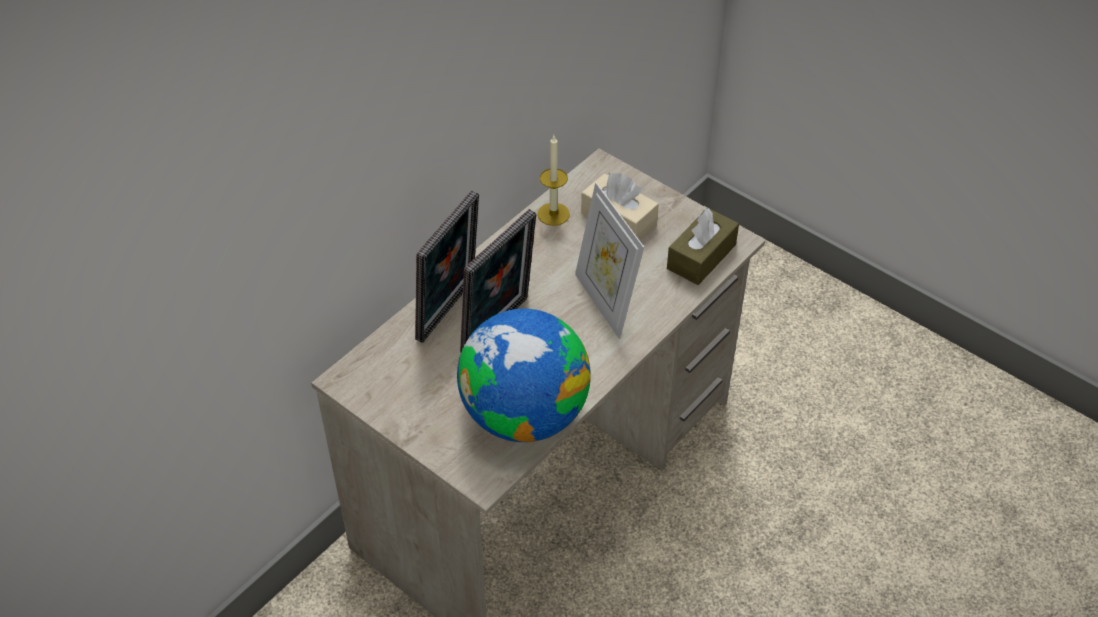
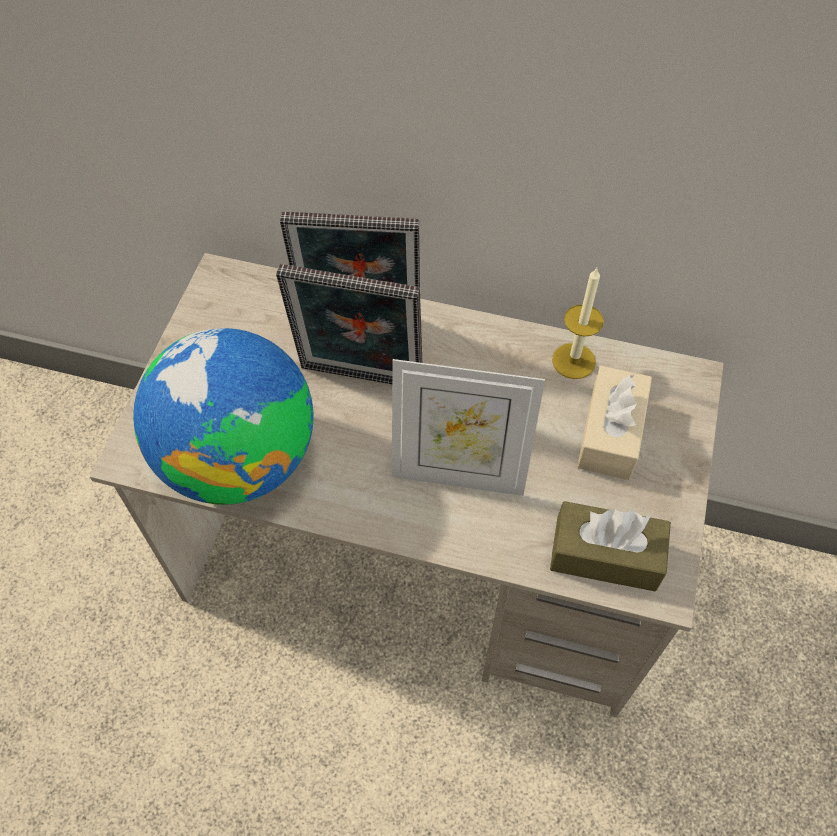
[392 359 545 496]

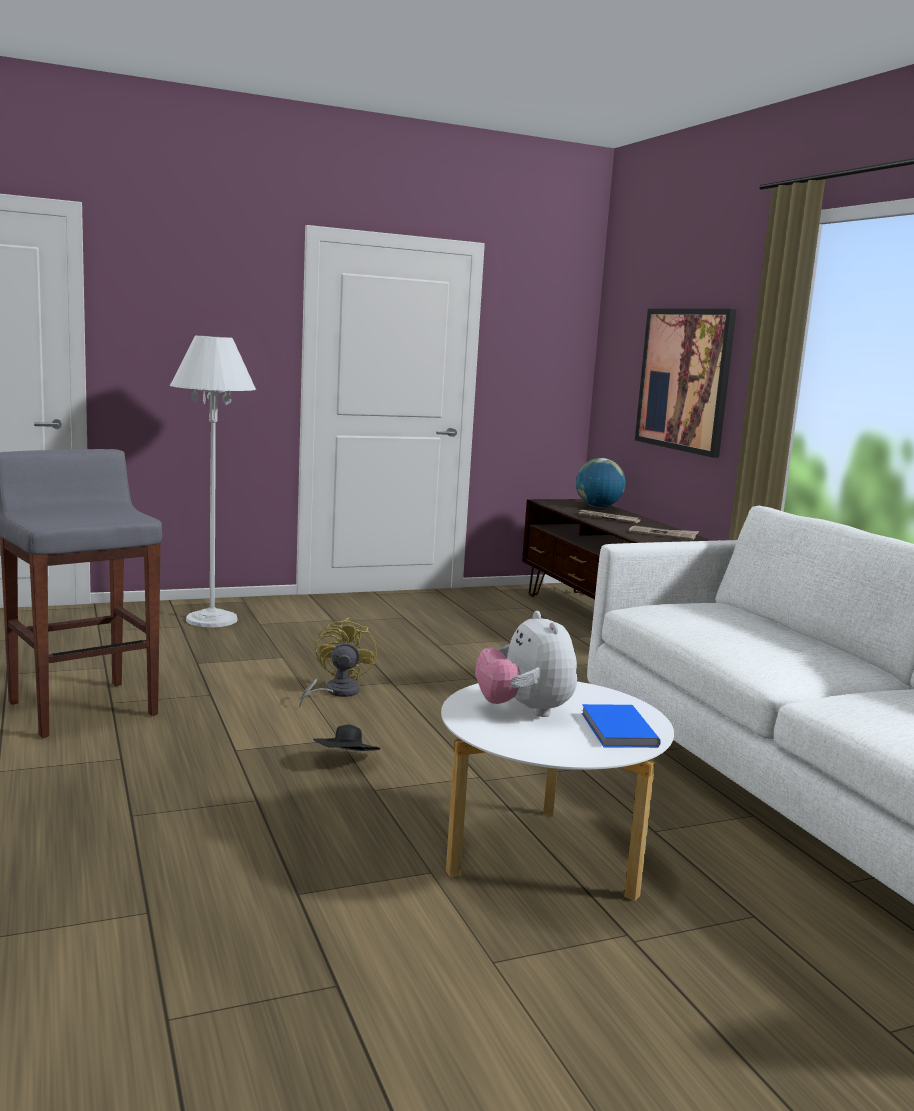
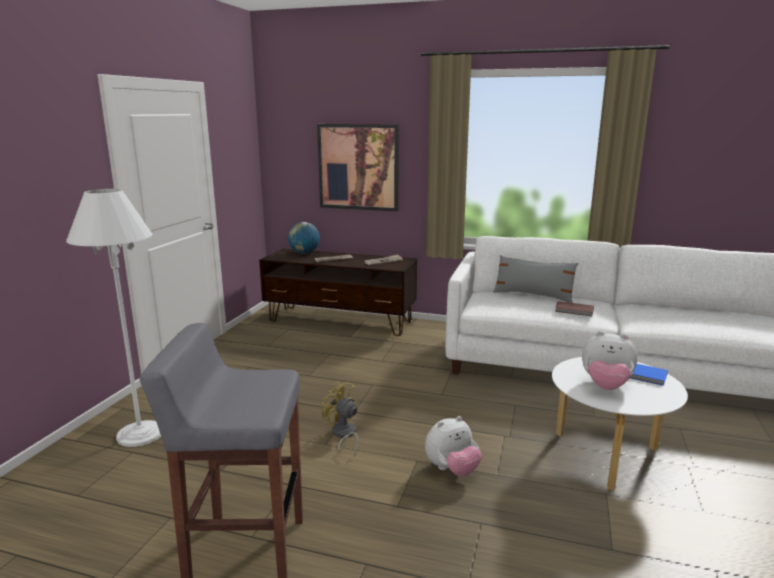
[493 255 578 303]
[555 301 594 316]
[425 416 482 476]

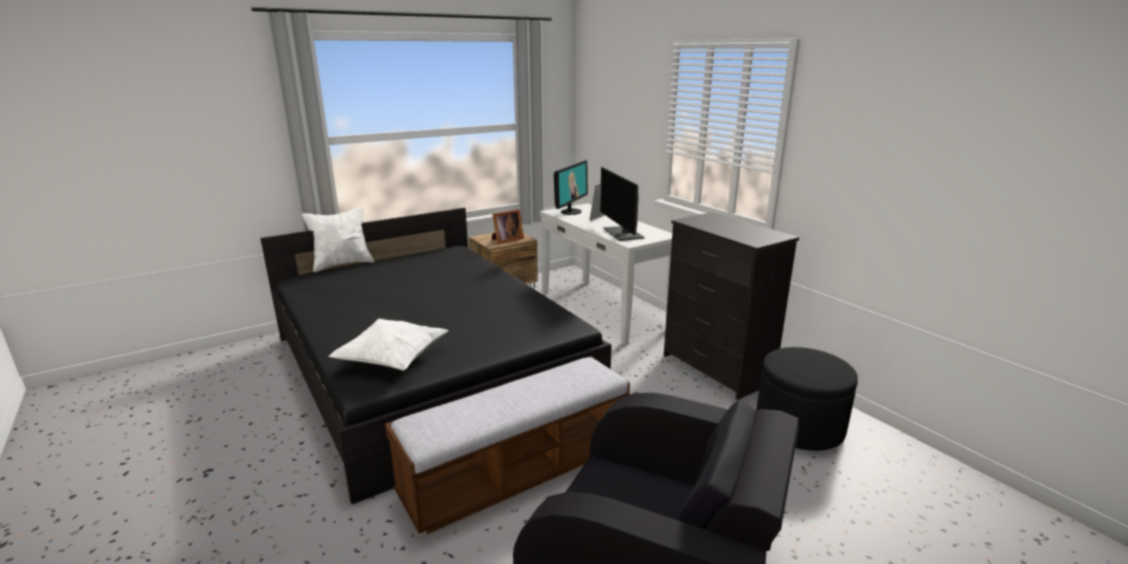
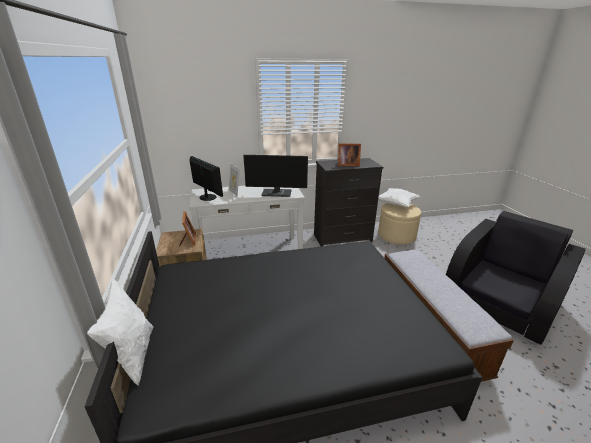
[338 144 361 166]
[378 188 420 207]
[378 203 421 244]

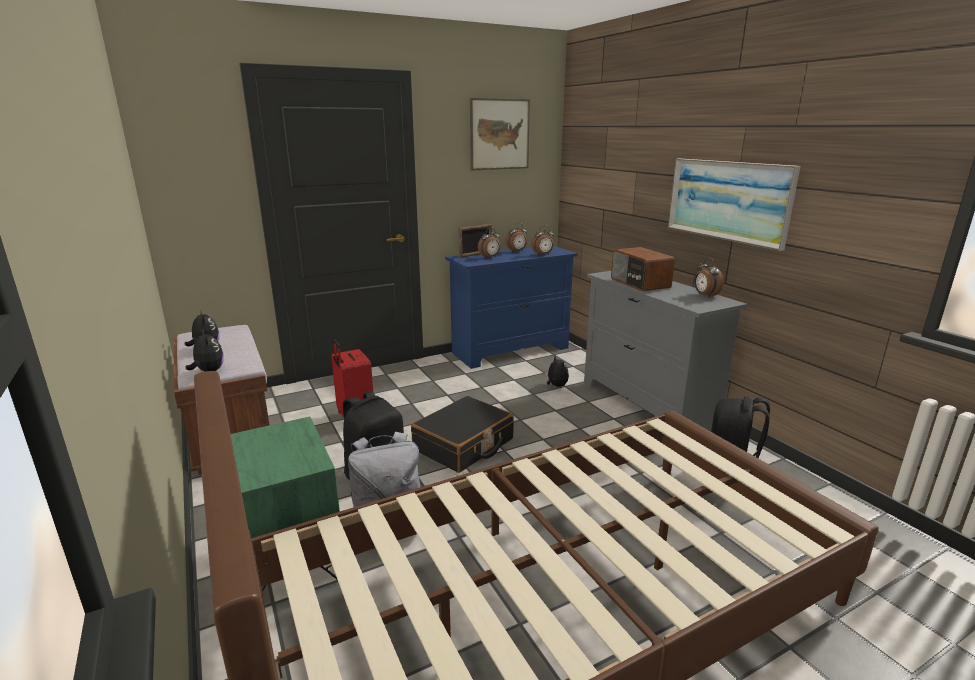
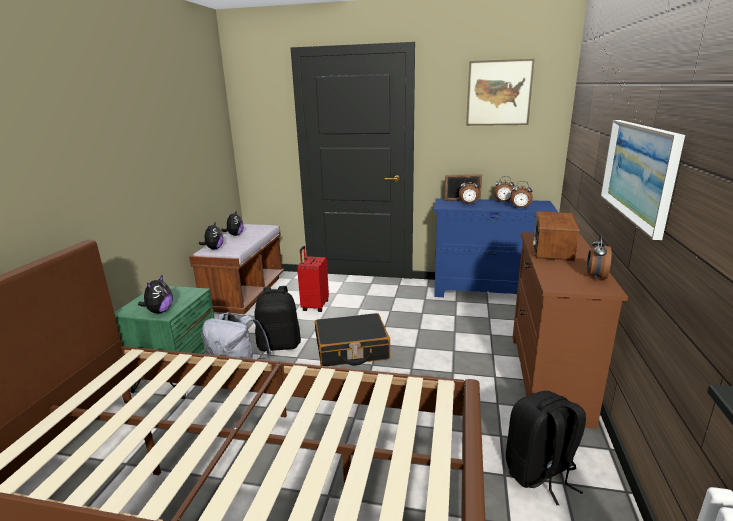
[138 274 173 313]
[513 232 628 429]

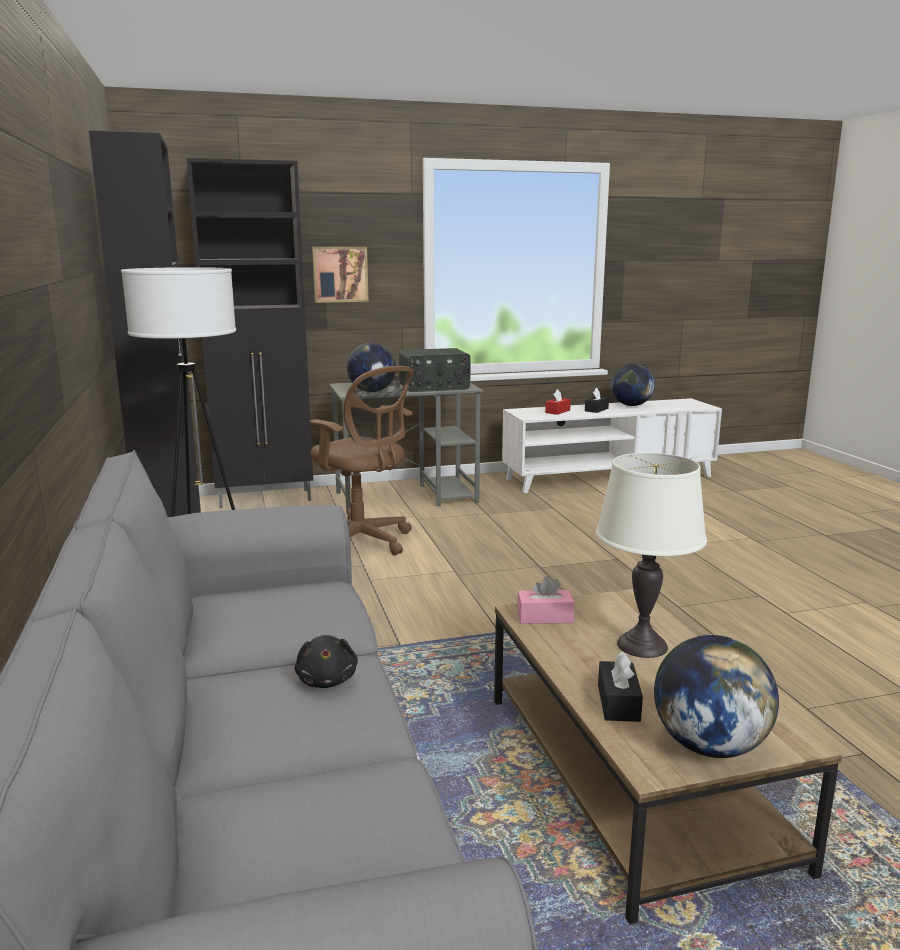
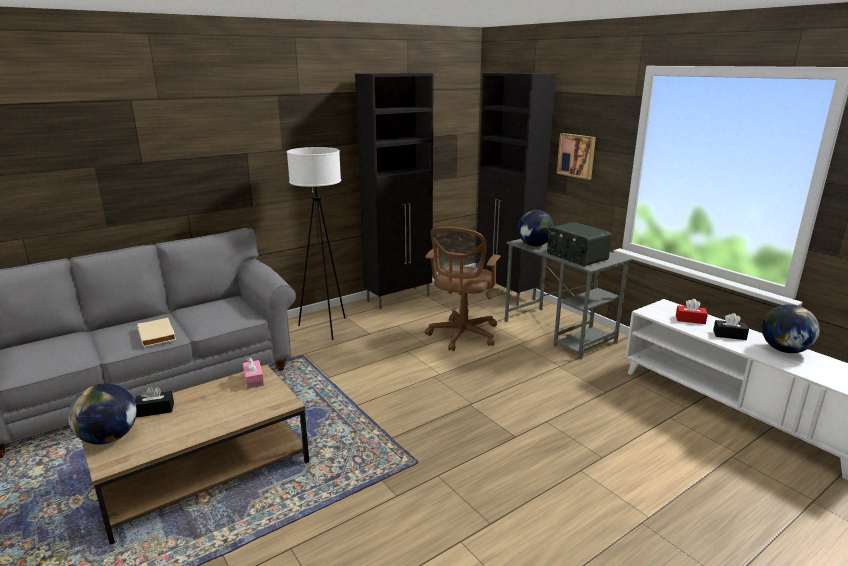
[596 453 707 658] (first image)
[137 318 176 347]

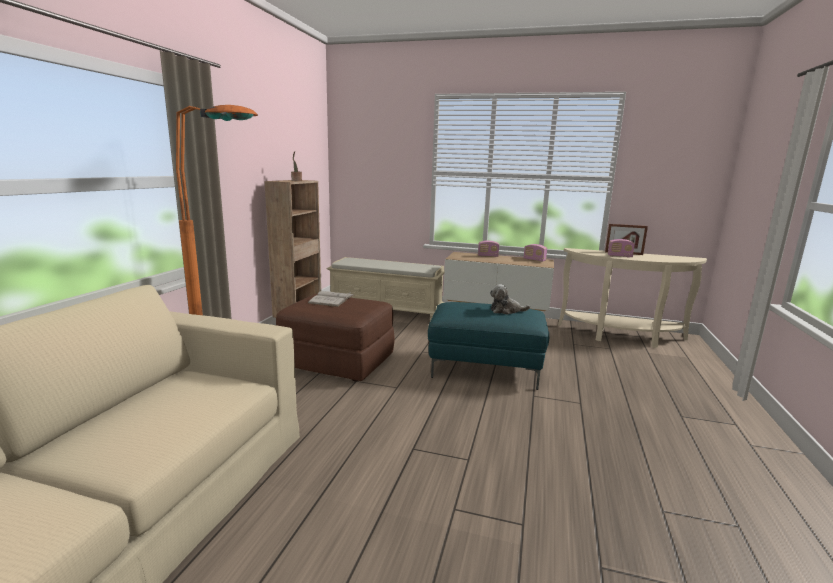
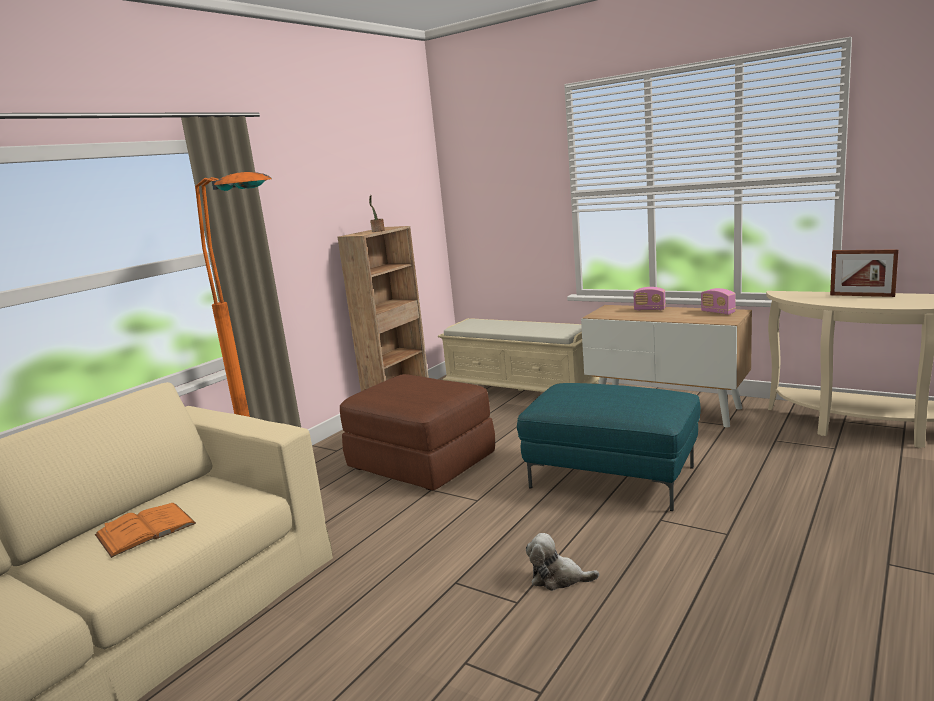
[307 291 354 307] (first image)
[608 239 635 258] (first image)
[95 503 196 558]
[526 533 599 591]

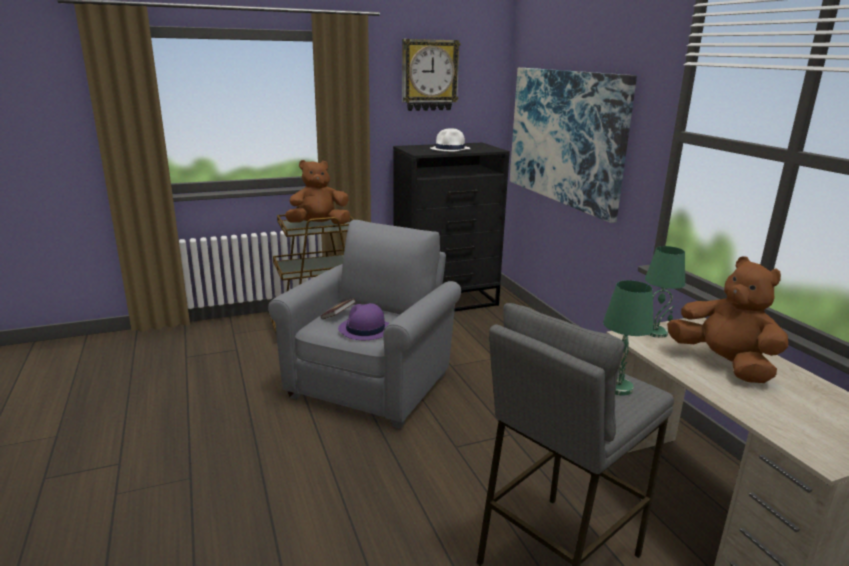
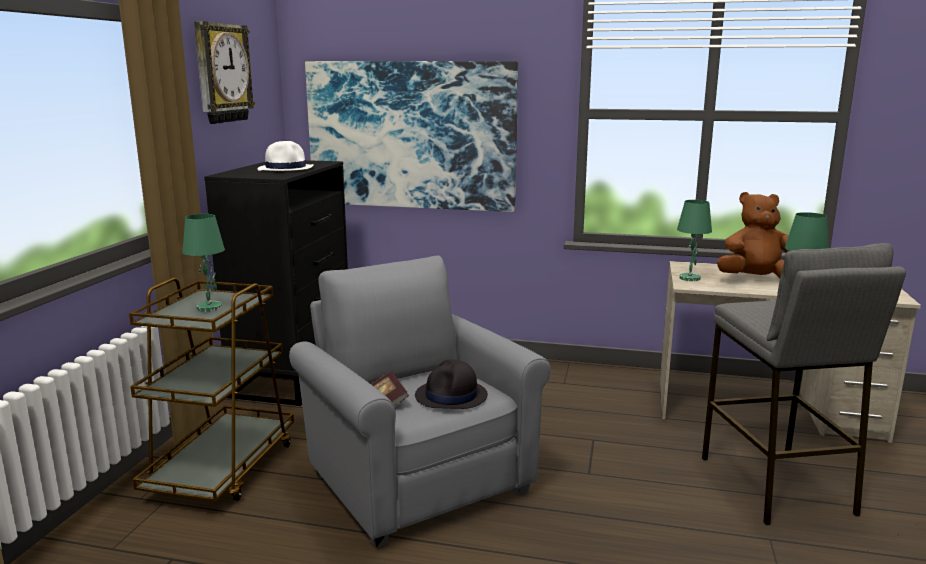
[182 214 225 312]
[415 359 488 409]

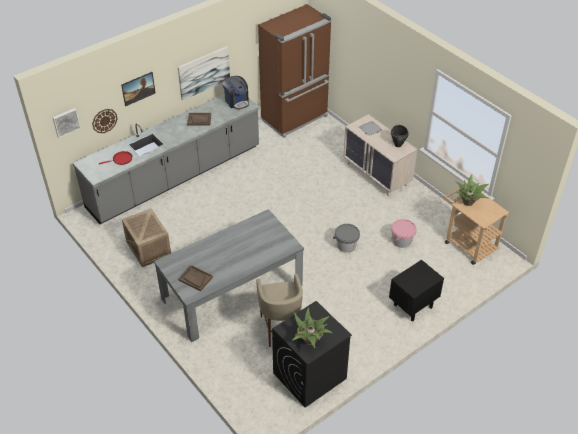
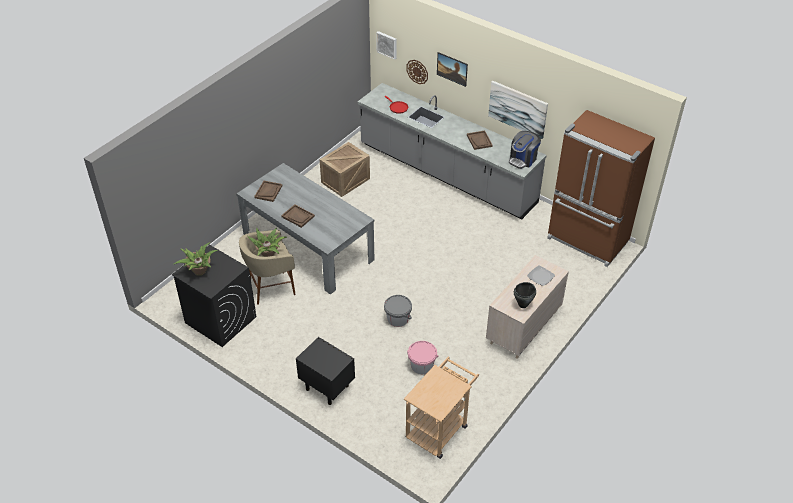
[281 204 315 228]
[247 228 287 257]

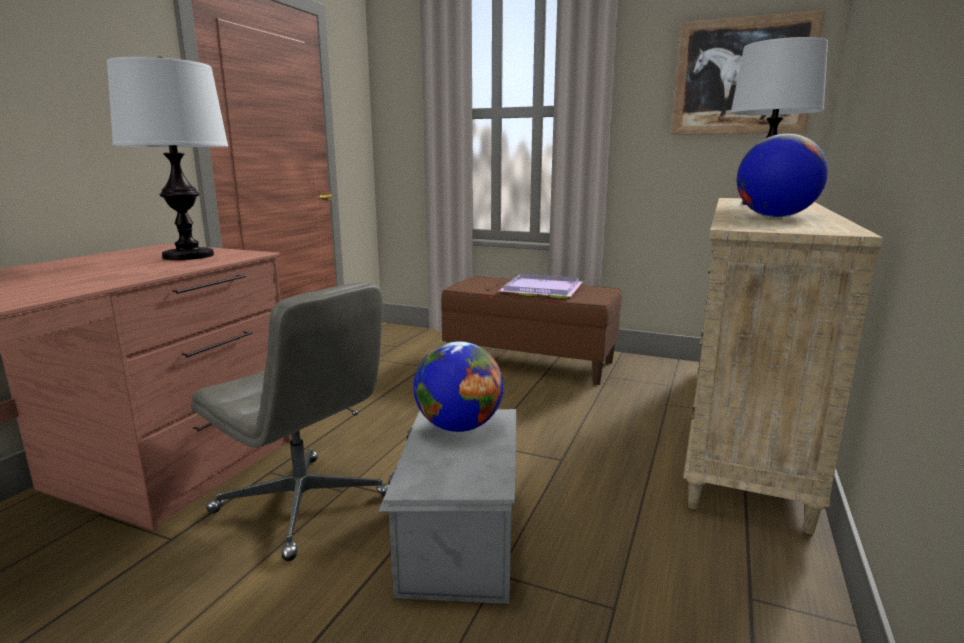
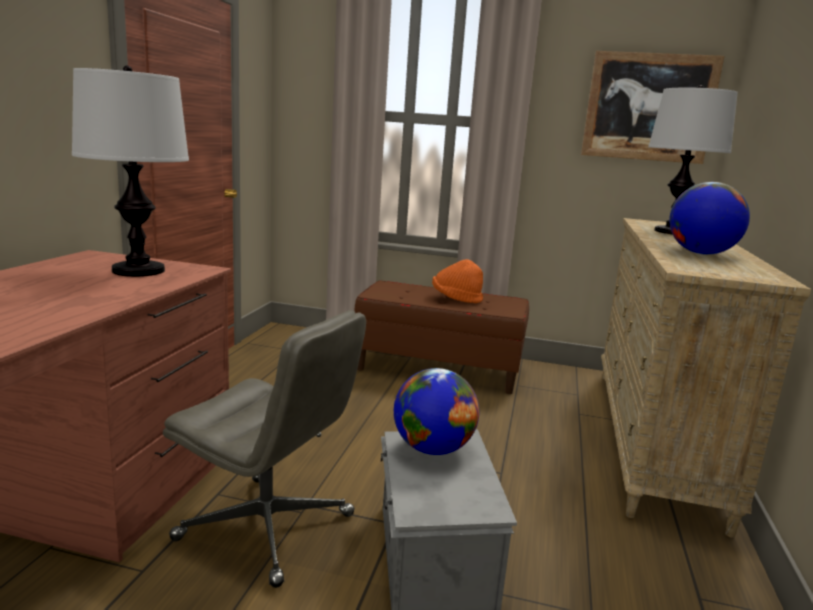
[432 259 483 303]

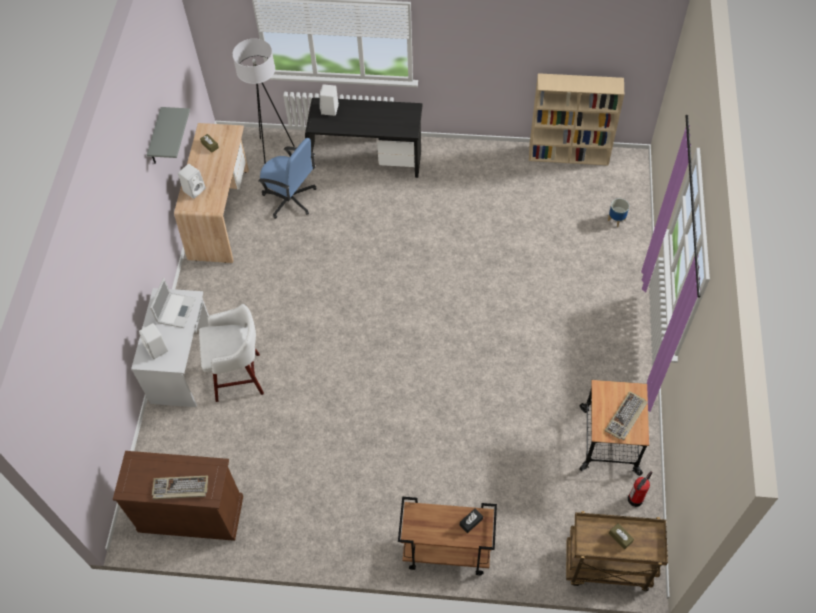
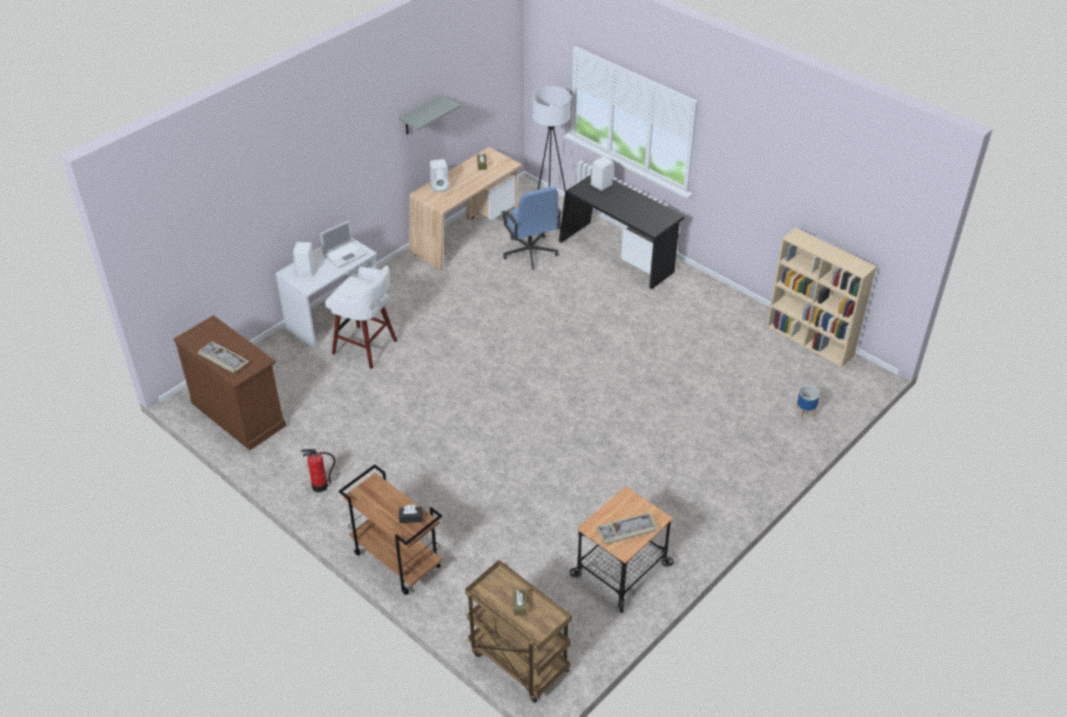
[301 449 335 492]

